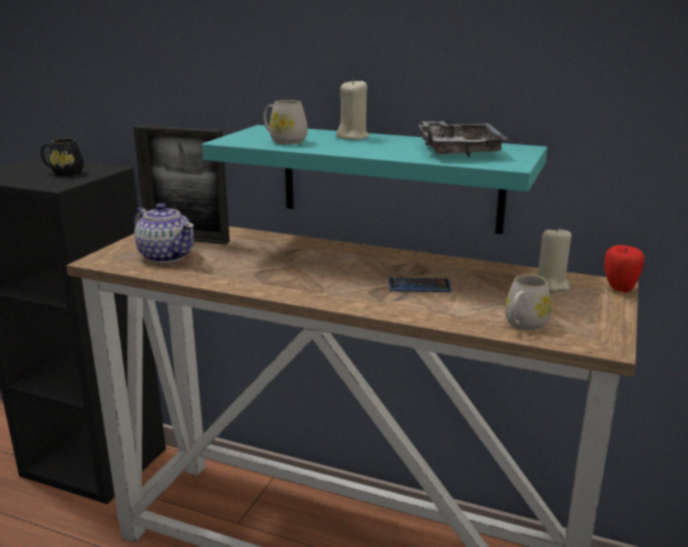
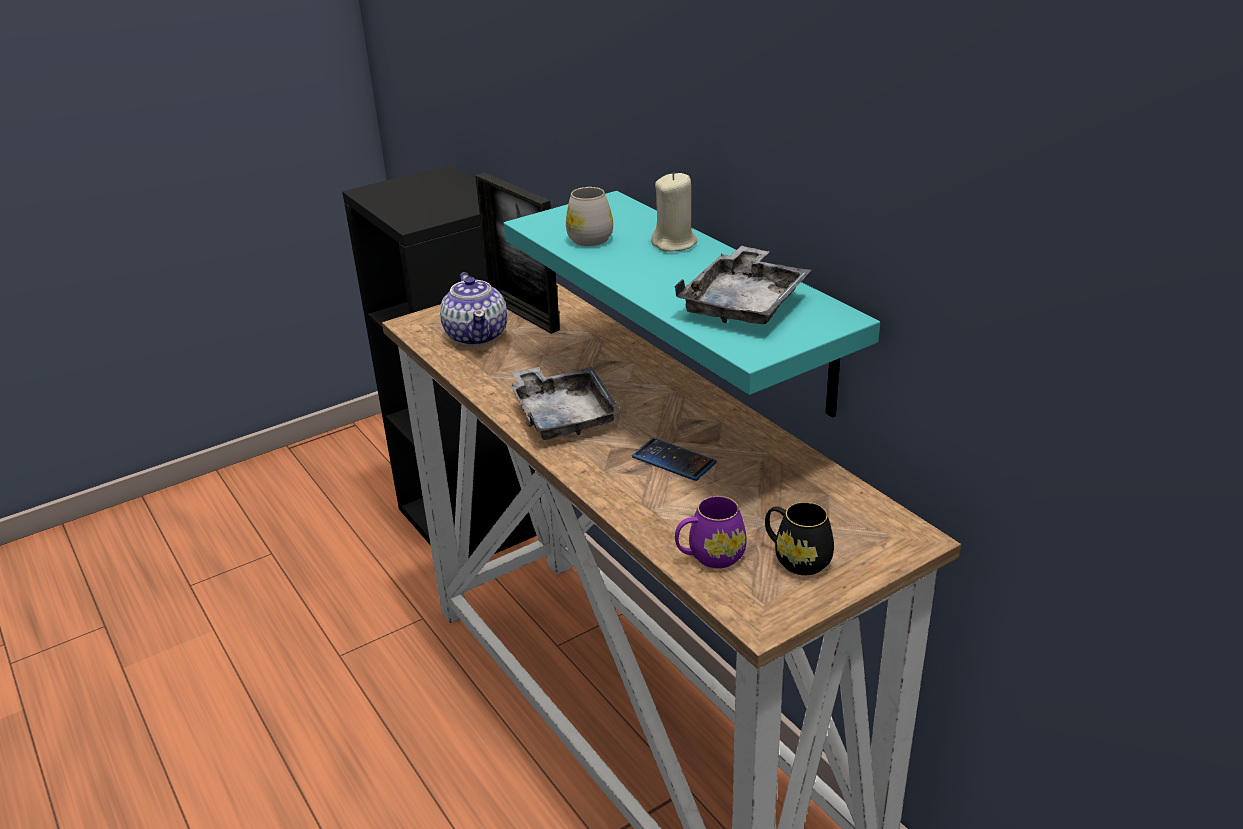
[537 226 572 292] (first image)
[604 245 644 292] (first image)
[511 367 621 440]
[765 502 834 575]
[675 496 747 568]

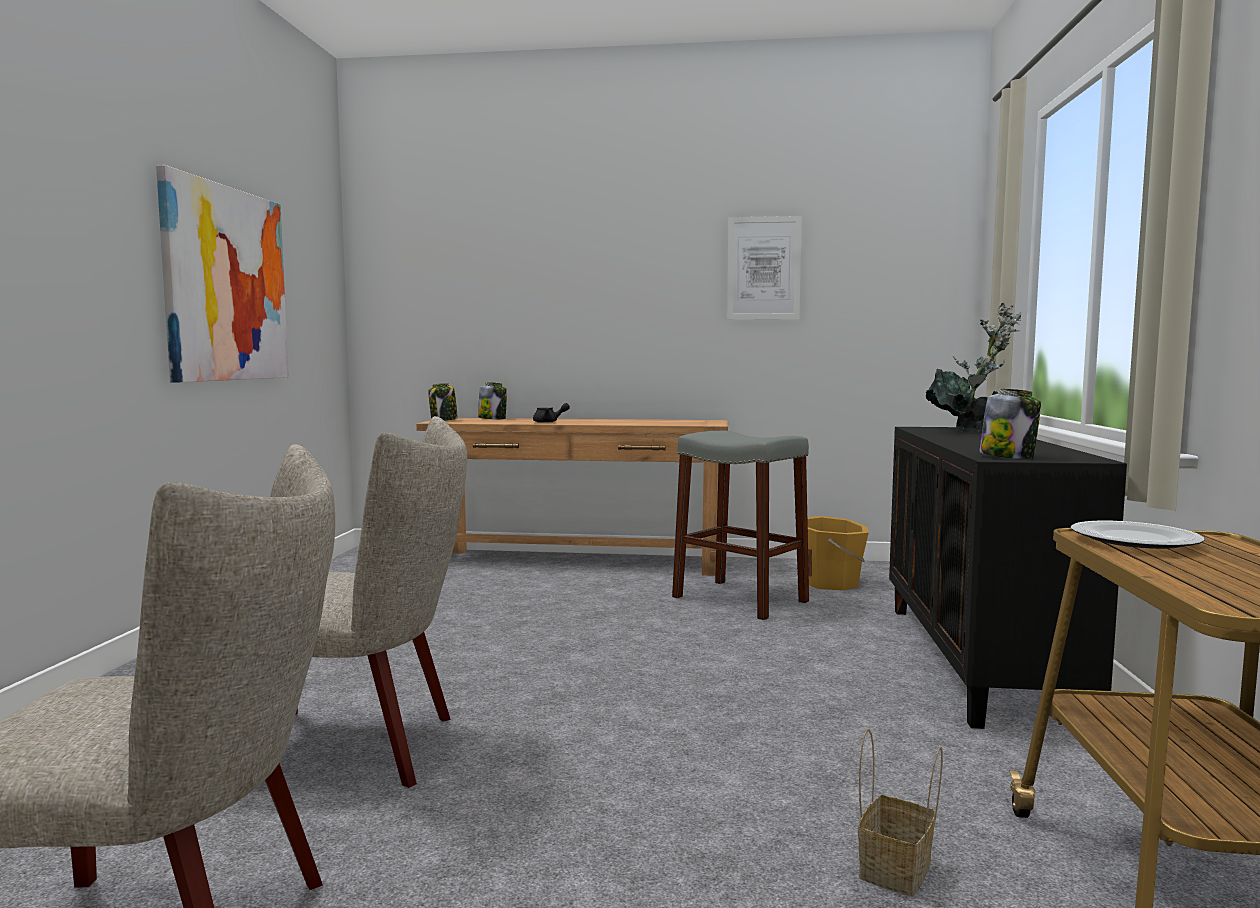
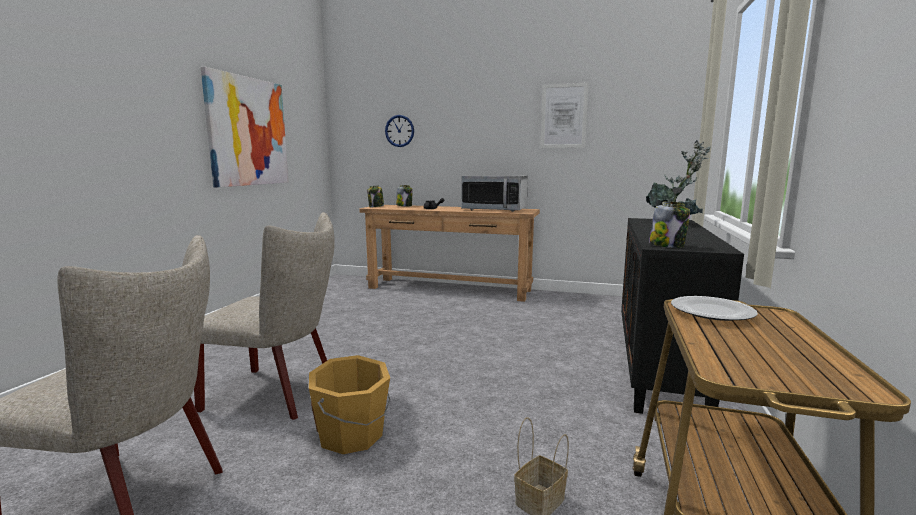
[672 430 809 620] (first image)
[385 115 414 147]
[461 175 528 212]
[309 355 390 454]

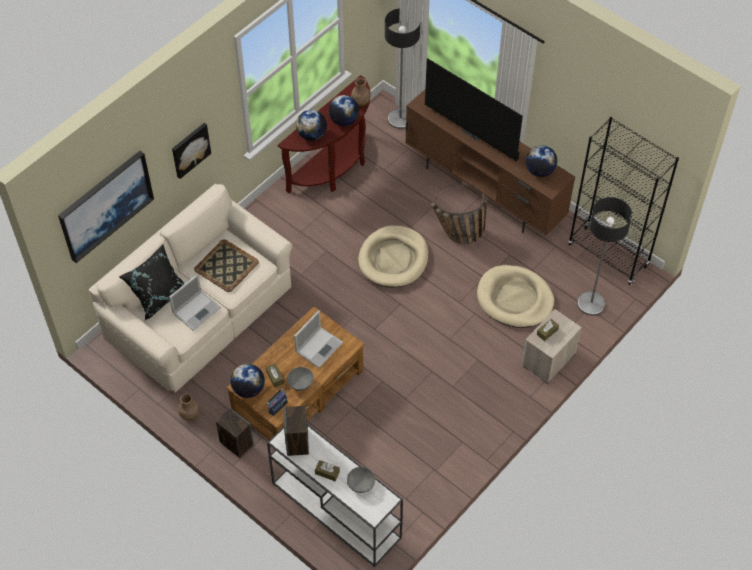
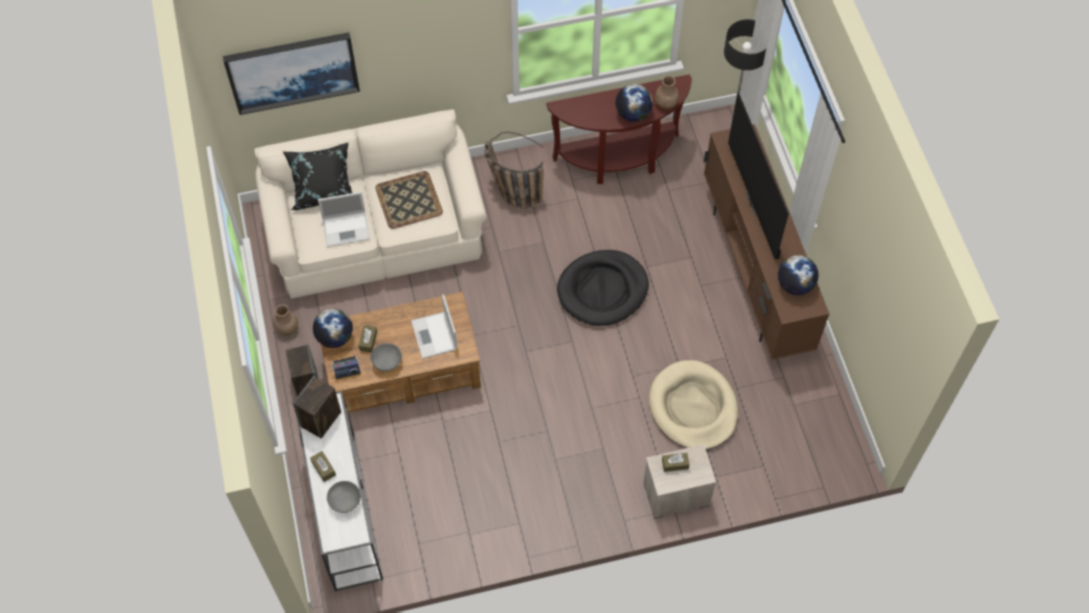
[172 123 211 179] (first image)
[296 110 327 141] (first image)
[568 117 679 285] (first image)
[577 197 632 316] (first image)
[484 132 544 209]
[557 250 649 326]
[411 295 458 359]

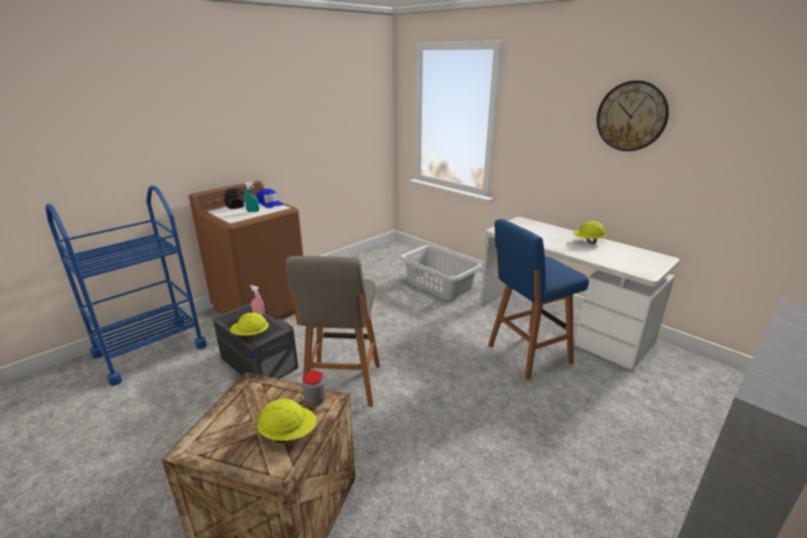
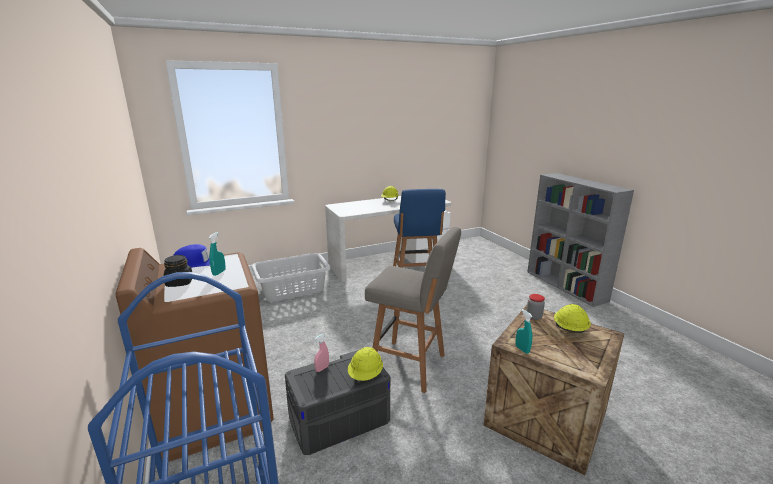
[597 80 669 151] (first image)
[516 309 533 354]

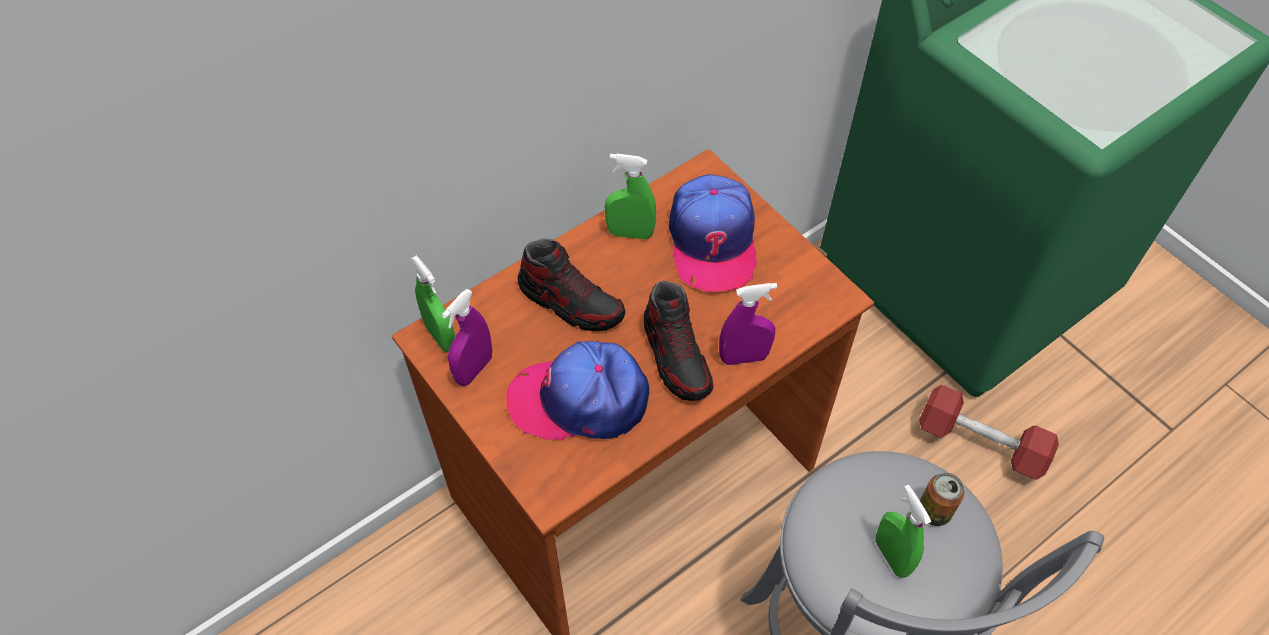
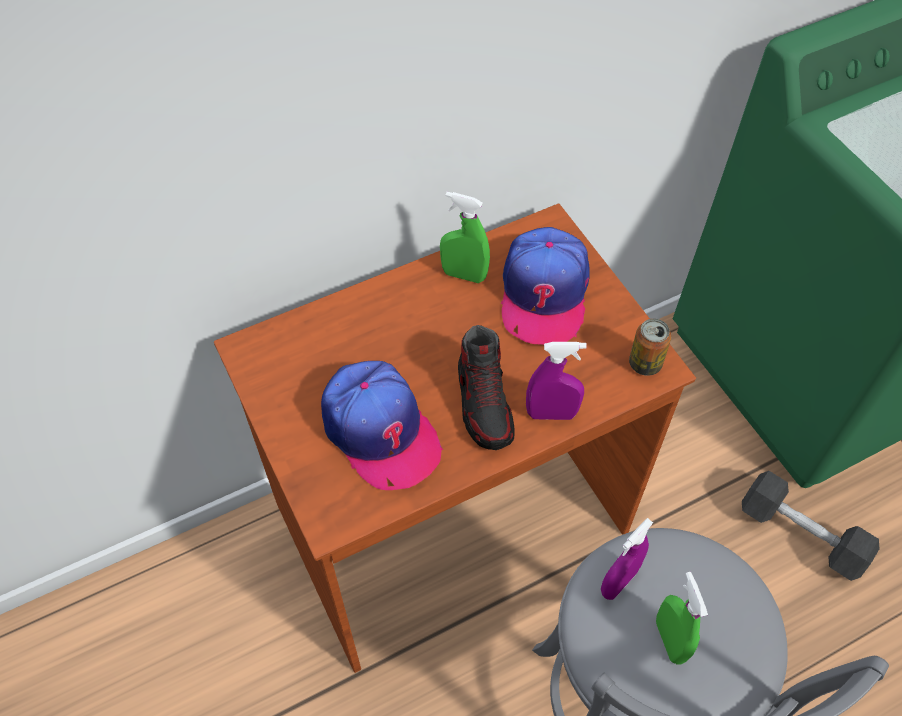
[411 255 456 352] (first image)
[518 238 625 331] (first image)
[601 518 653 600]
[629 319 671 376]
[742 471 879 581]
[321 361 443 490]

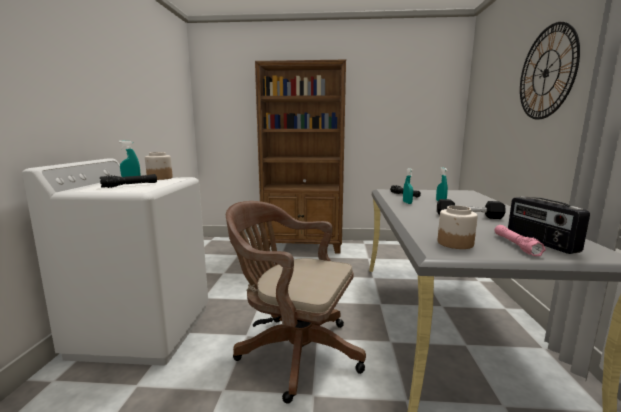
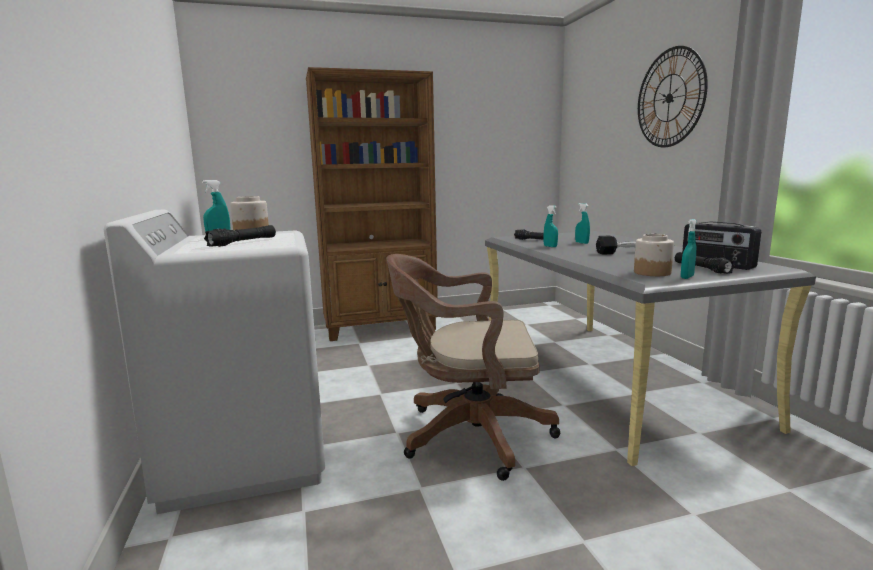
[681 219 697 279]
[675 252 735 274]

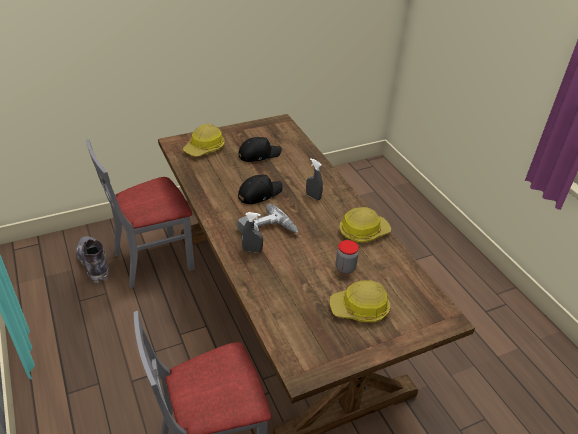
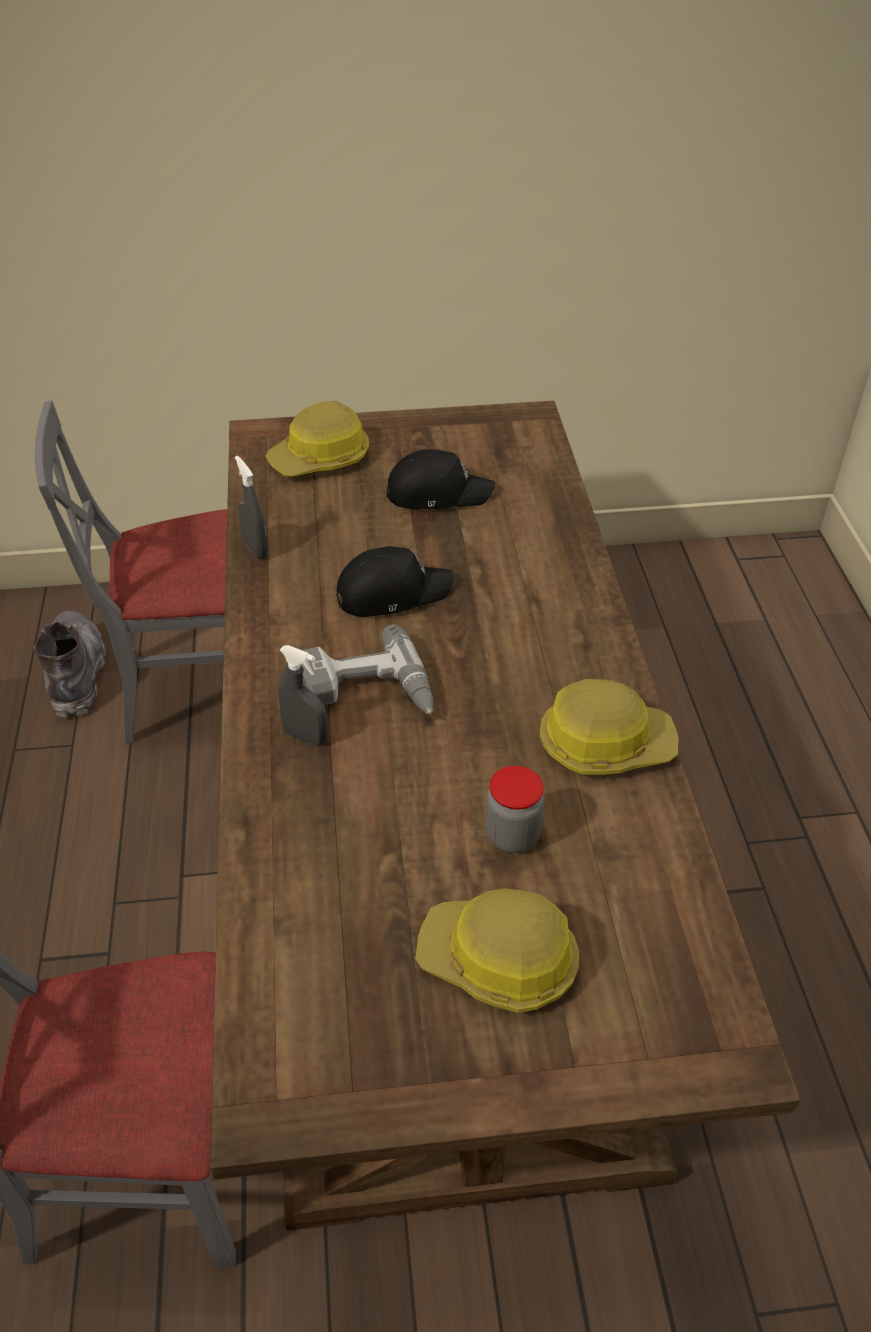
[235 456 268 559]

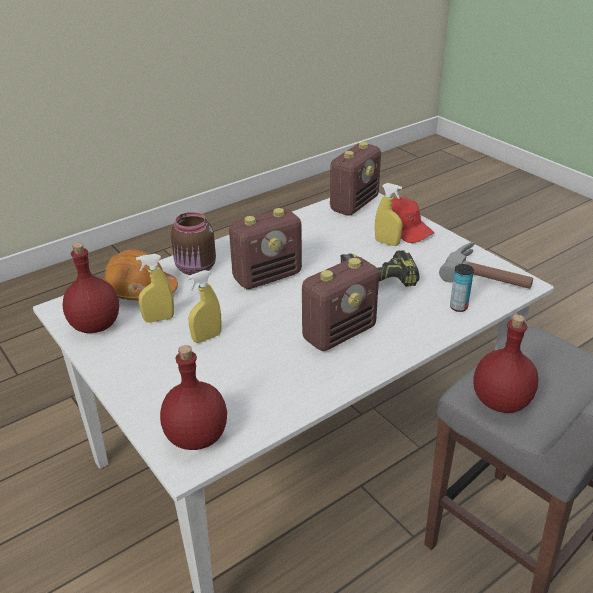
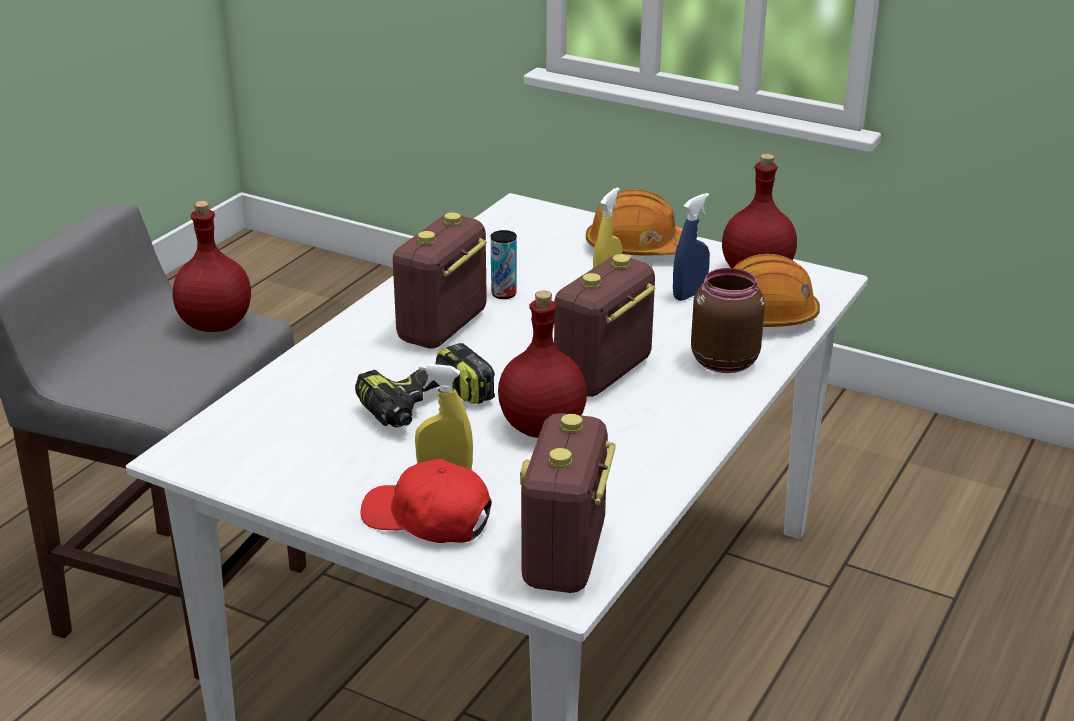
[439 242 533 289] (first image)
[586 189 683 255]
[498 290 587 438]
[491 230 517 299]
[673 193 710 301]

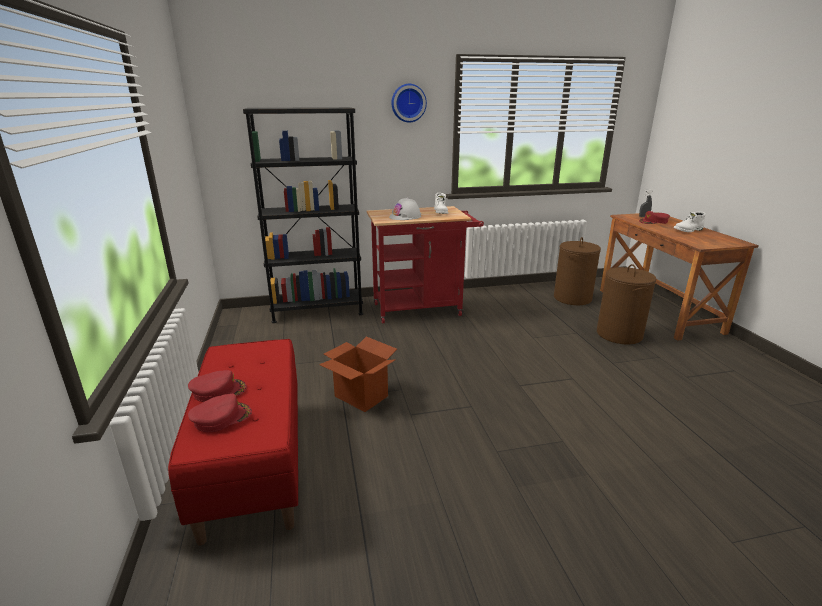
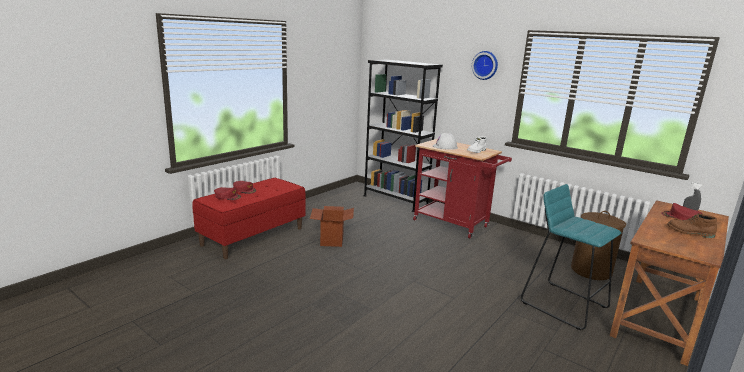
[521 184 622 330]
[667 213 717 238]

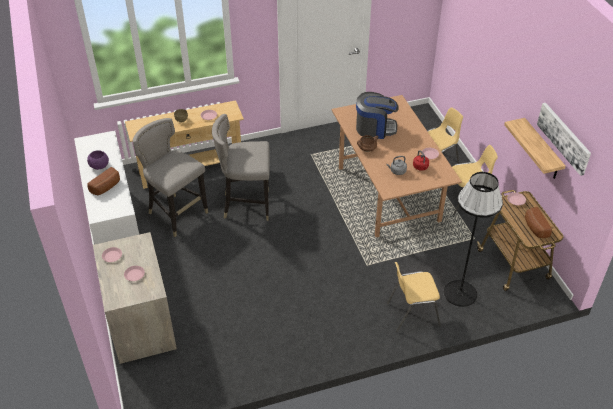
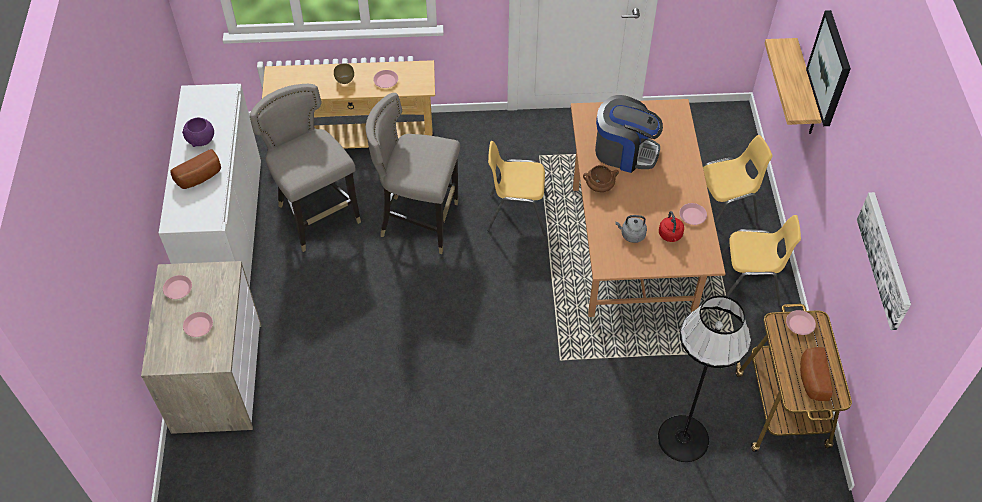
[806 10 851 126]
[487 141 548 236]
[765 38 822 134]

